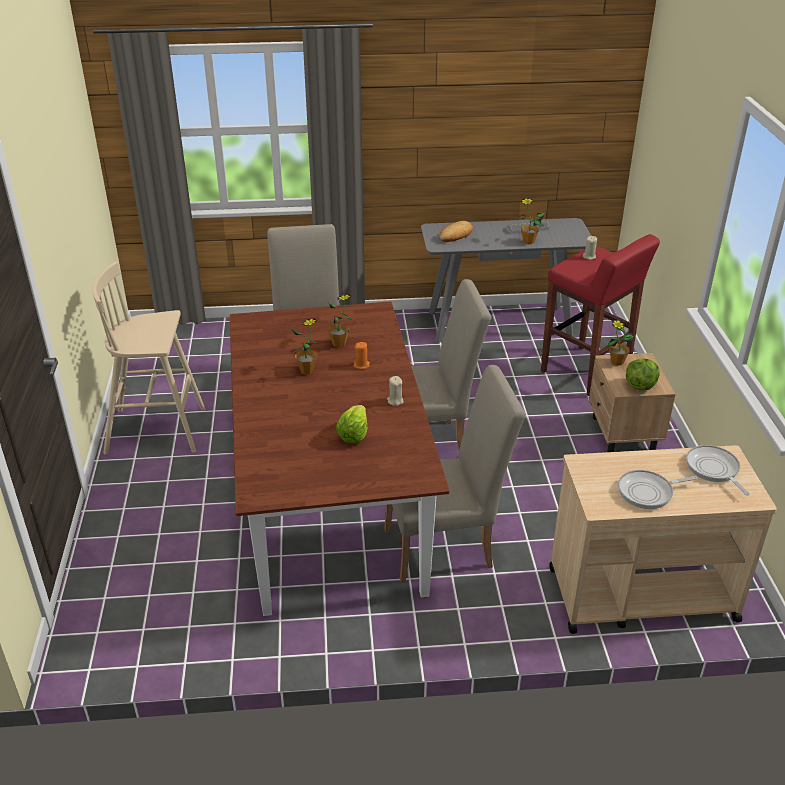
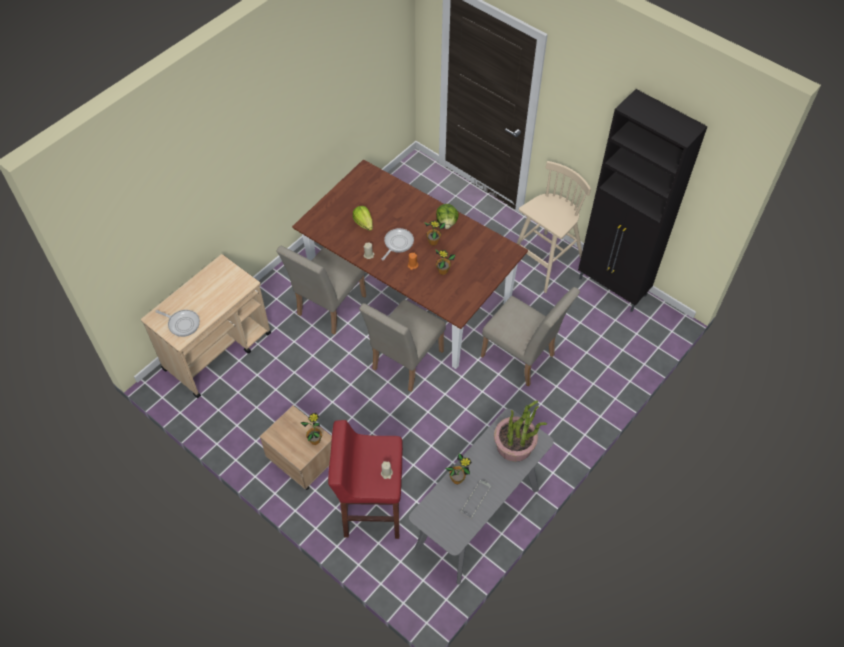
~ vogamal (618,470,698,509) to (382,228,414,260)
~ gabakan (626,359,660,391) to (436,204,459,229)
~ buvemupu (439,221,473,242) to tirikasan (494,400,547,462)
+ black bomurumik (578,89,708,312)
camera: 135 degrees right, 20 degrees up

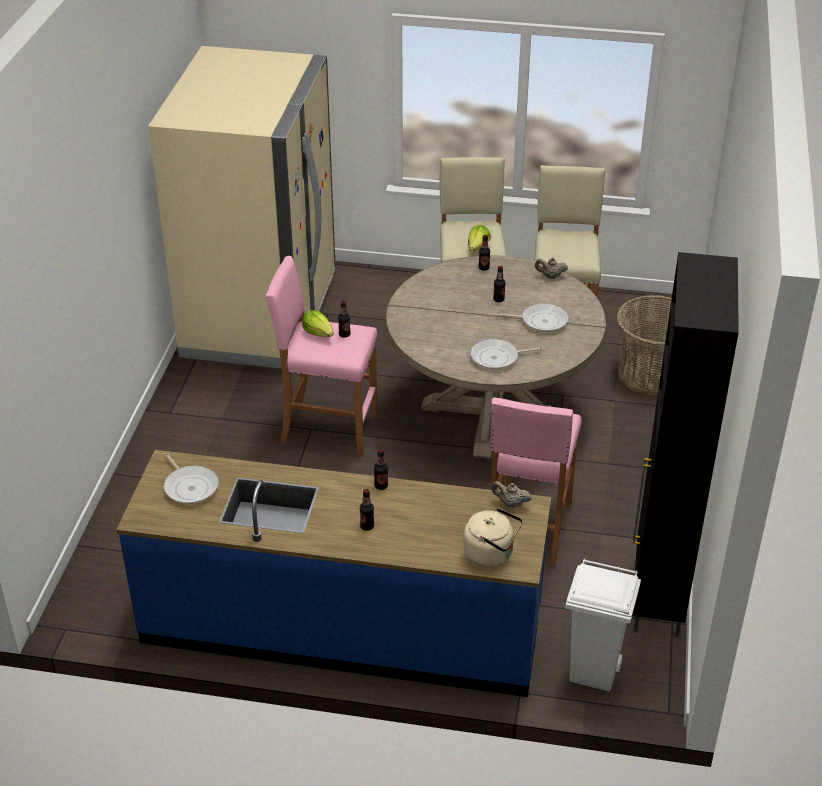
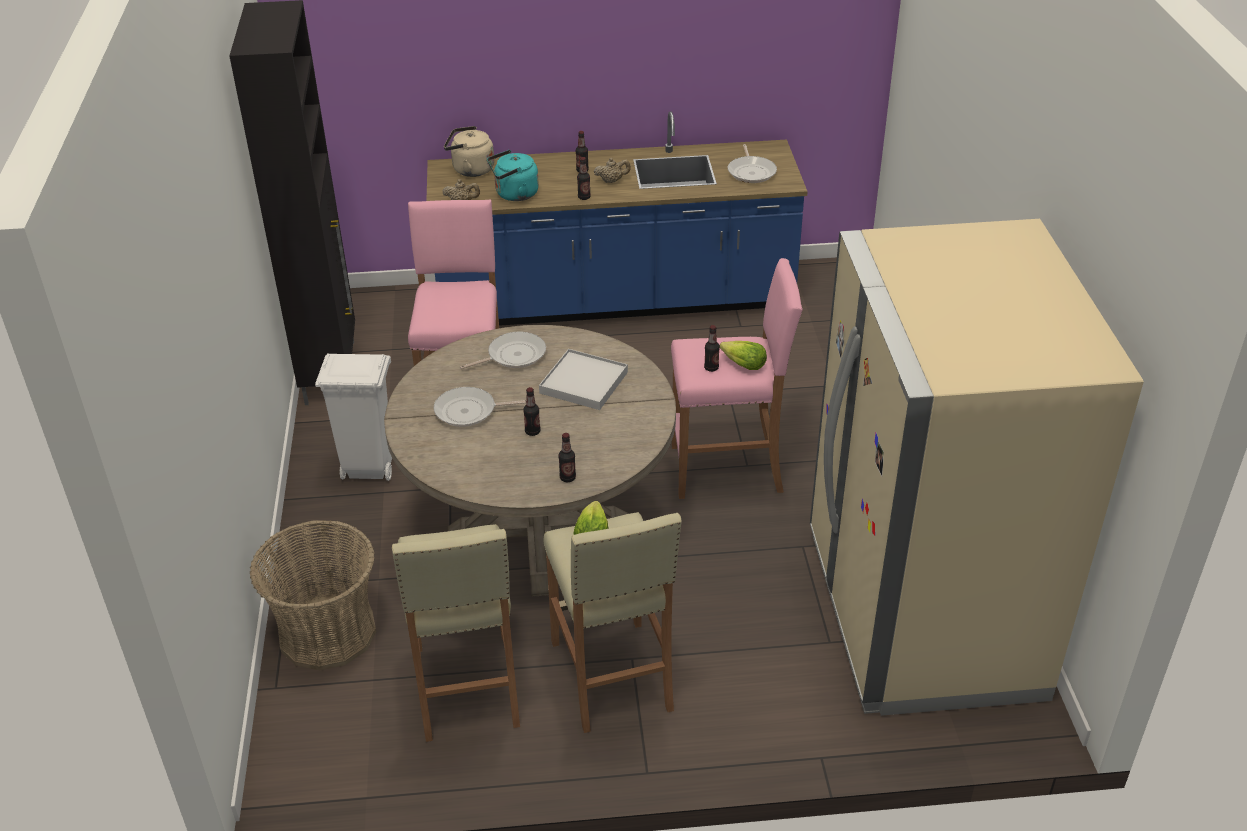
~ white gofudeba (566,559,641,692) to (315,353,392,481)
+ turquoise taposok (487,150,539,201)
+ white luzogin (539,349,628,410)
~ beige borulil (535,257,568,279) to (594,158,631,183)
~ vogamal (164,453,218,504) = (728,144,777,183) 135 degrees counterclockwise
camera: 165 degrees right, 0 degrees up

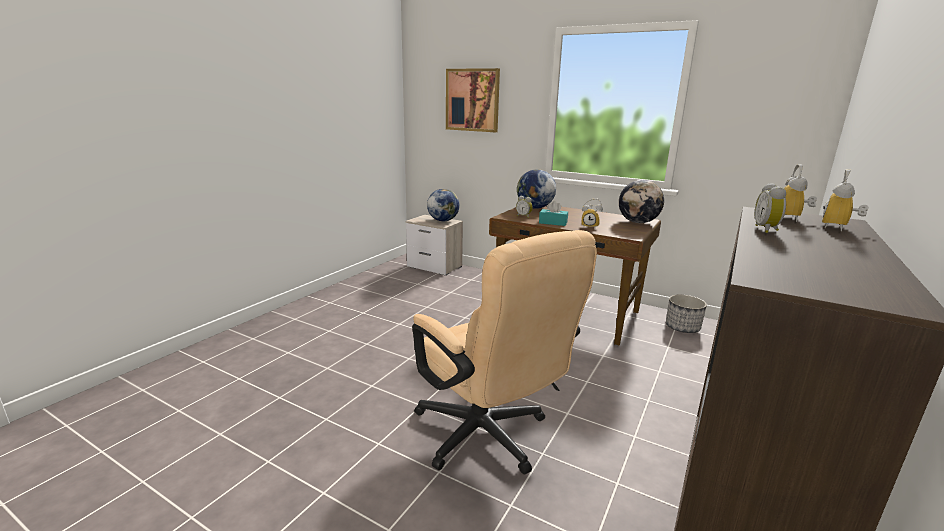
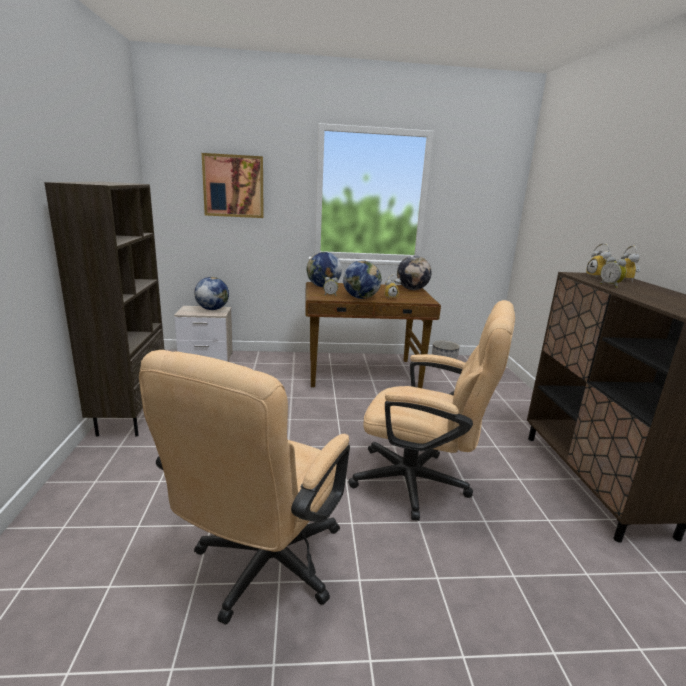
+ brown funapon (44,182,164,437)
+ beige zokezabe (139,350,350,625)
~ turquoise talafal (539,201,568,226) to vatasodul (343,260,382,299)
camera: 35 degrees left, 0 degrees up

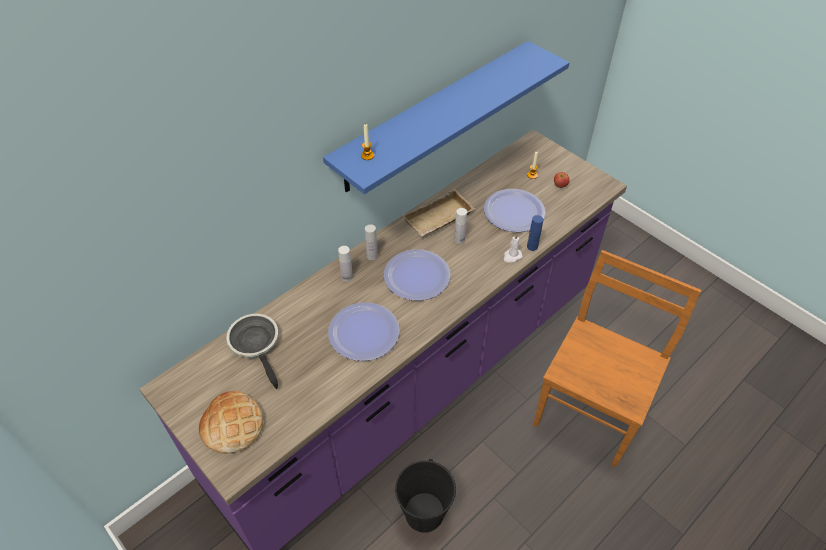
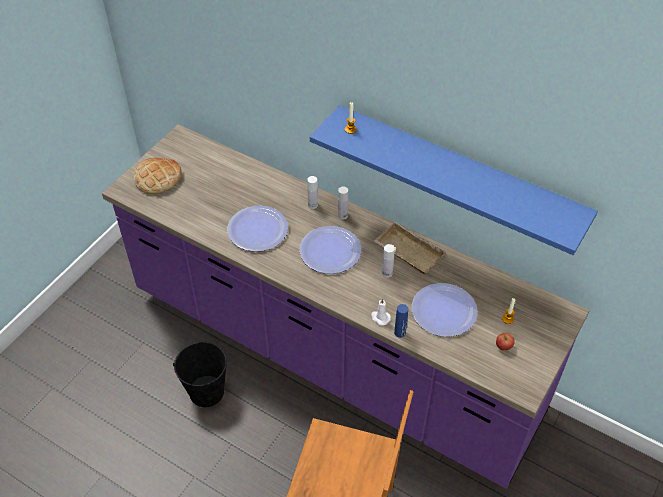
- vogamal (226,314,279,389)
camera: 75 degrees right, 0 degrees up

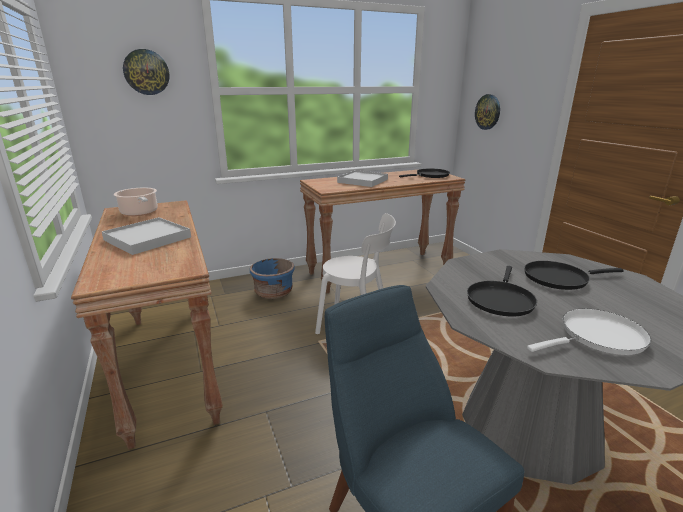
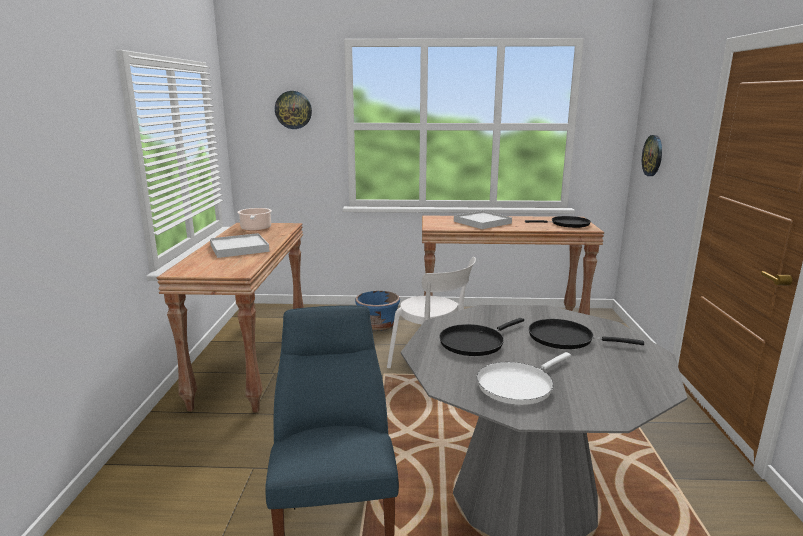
~ white vogamal (527,309,651,355) = (477,352,571,405) 135 degrees clockwise
camera: 25 degrees right, 5 degrees down

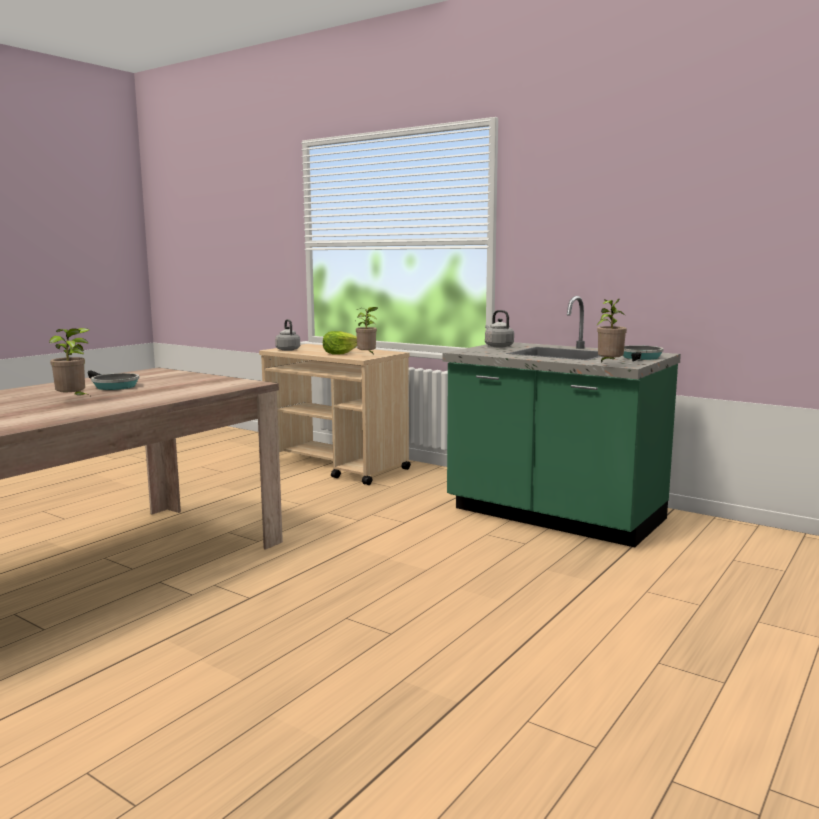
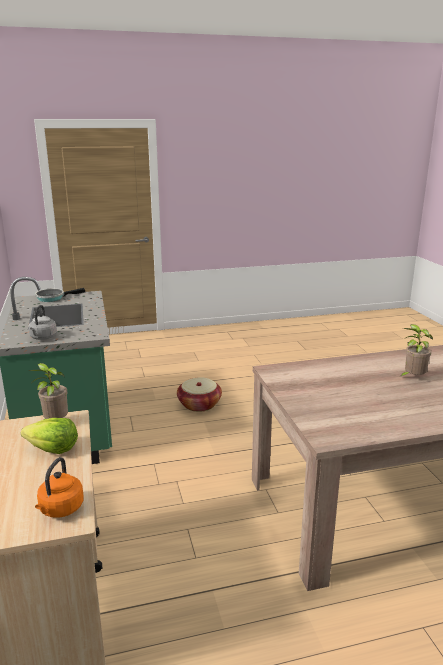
~ grey taposok (275,319,300,351) to orange taposok (35,457,84,518)
+ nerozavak (177,377,222,412)
- vogamal (88,370,139,390)
- tirikasan (596,299,627,362)
camera: 140 degrees left, 10 degrees up

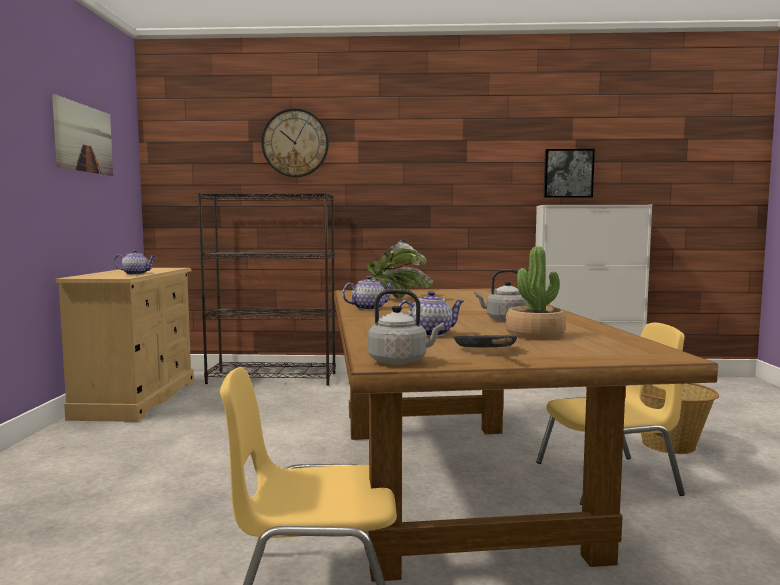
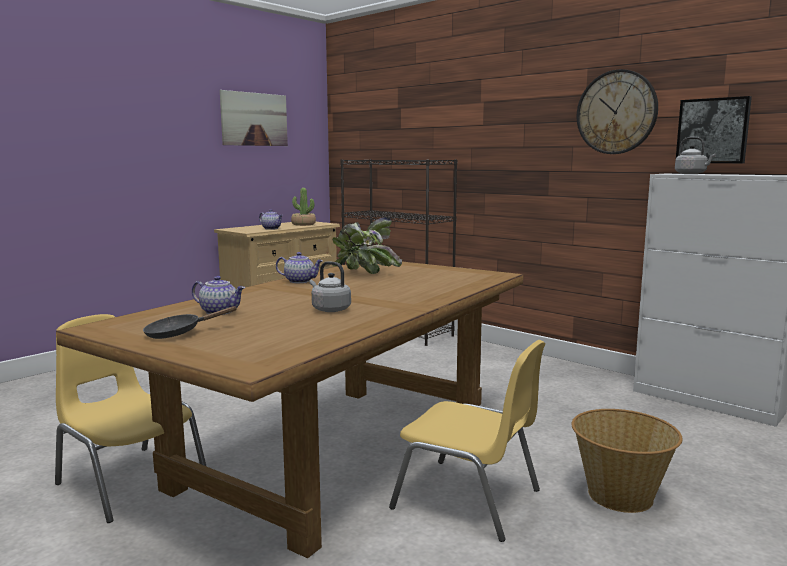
~ black vogamal (454,335,517,347) = (143,306,237,339) 150 degrees counterclockwise
~ tirikasan (505,246,566,339) to (291,188,316,226)
~ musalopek (261,108,329,177) to (577,69,658,154)
~ grey taposok (368,289,444,365) to (675,137,716,174)
camera: 40 degrees right, 5 degrees up

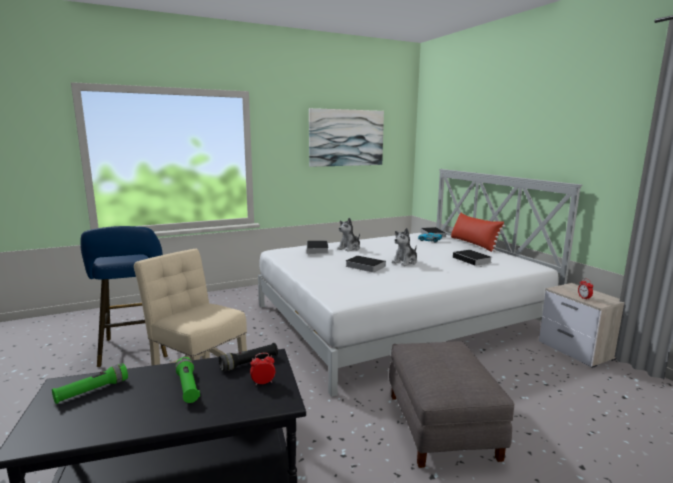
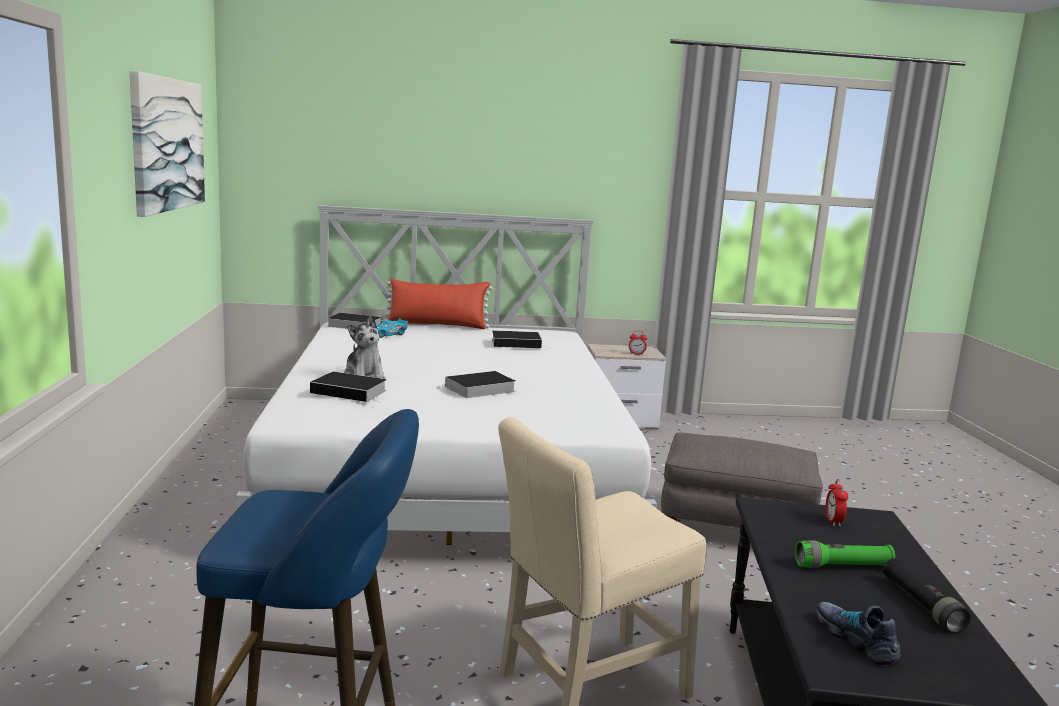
~ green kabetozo (52,363,128,404) to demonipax (816,602,901,665)
~ black kabetozo (219,343,278,372) to (882,558,971,633)
- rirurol (392,228,417,266)
camera: 70 degrees left, 0 degrees up

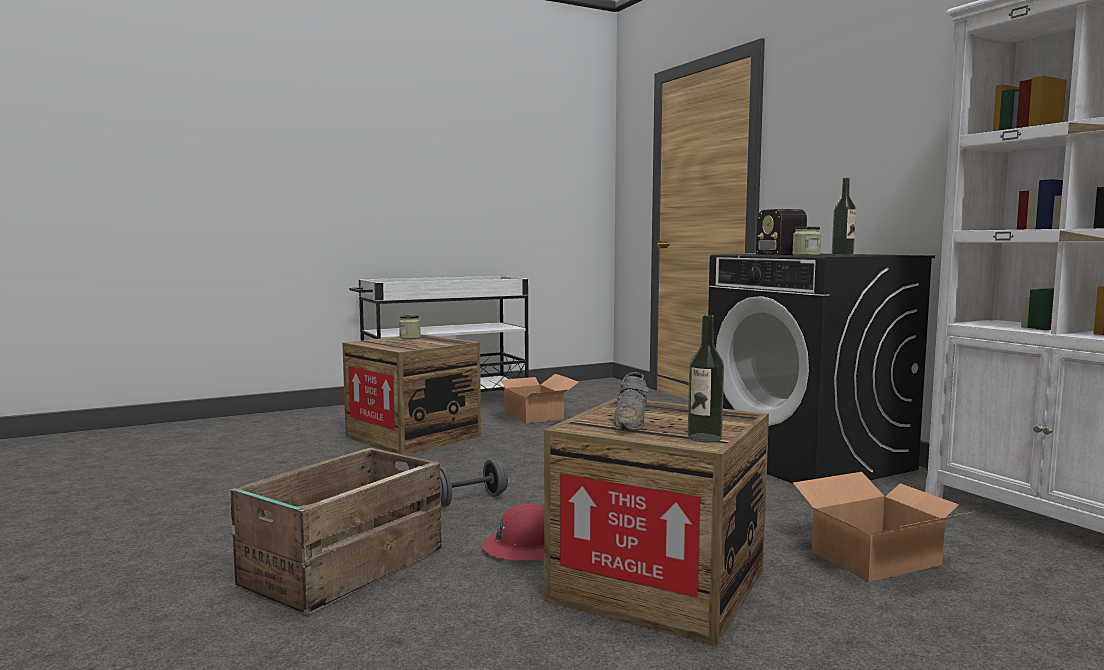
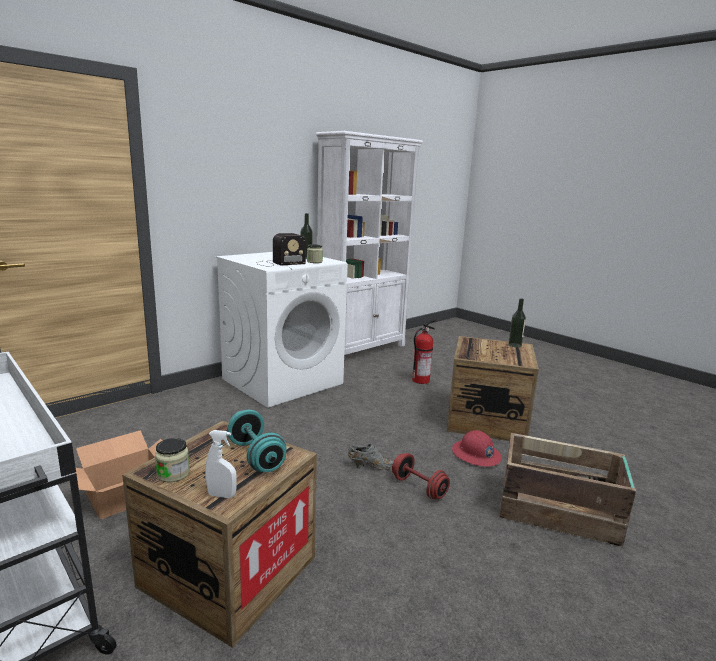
+ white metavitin (205,430,237,498)
~ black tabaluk (708,254,935,484) to white tabaluk (216,252,347,408)
+ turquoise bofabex (227,410,287,472)
~ grey demonipax (613,372,649,431) to (348,444,394,470)
~ grey bofabex (440,459,508,507) to red bofabex (392,453,450,499)
~ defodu (793,472,976,582) to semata (412,319,436,384)
camera: 105 degrees left, 10 degrees up

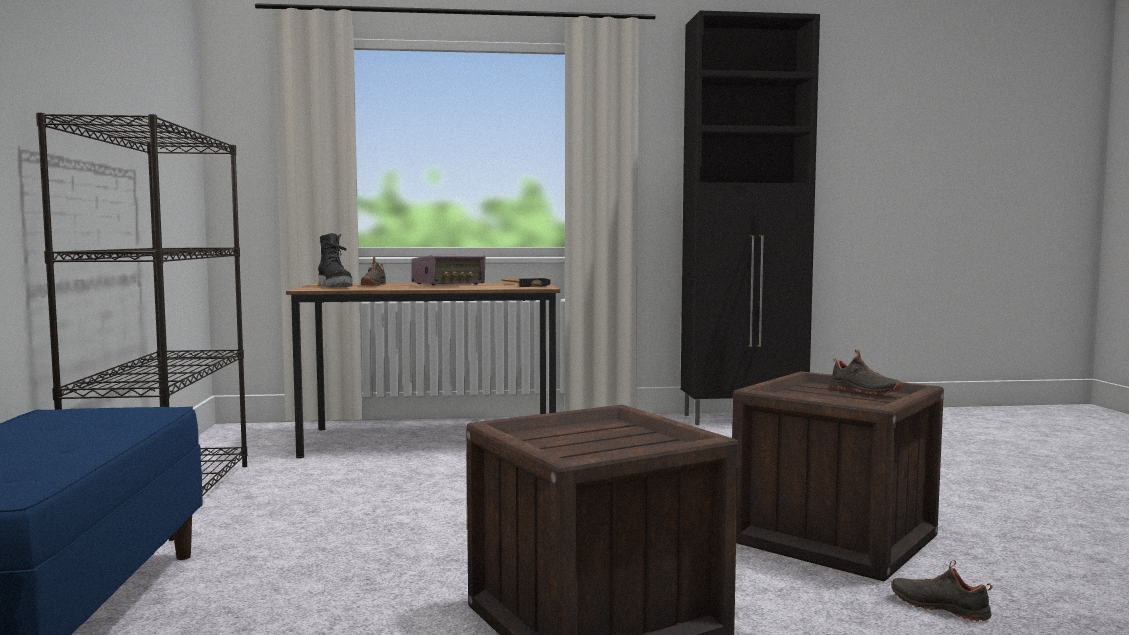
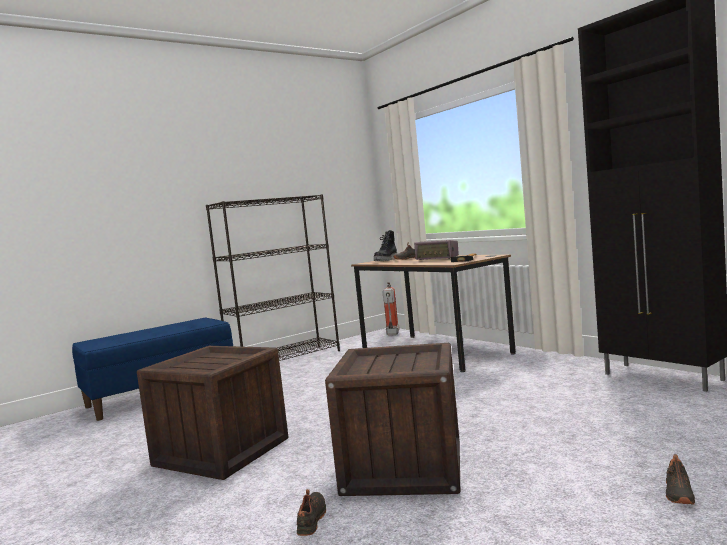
+ semata (383,282,400,336)
~ black demonipax (830,349,902,394) to (666,454,695,504)
camera: 60 degrees right, 0 degrees up

